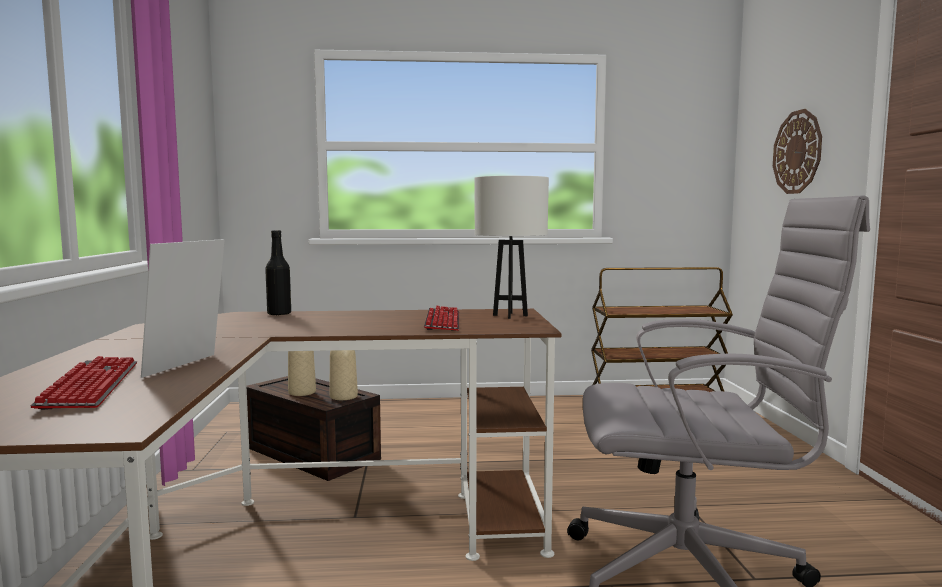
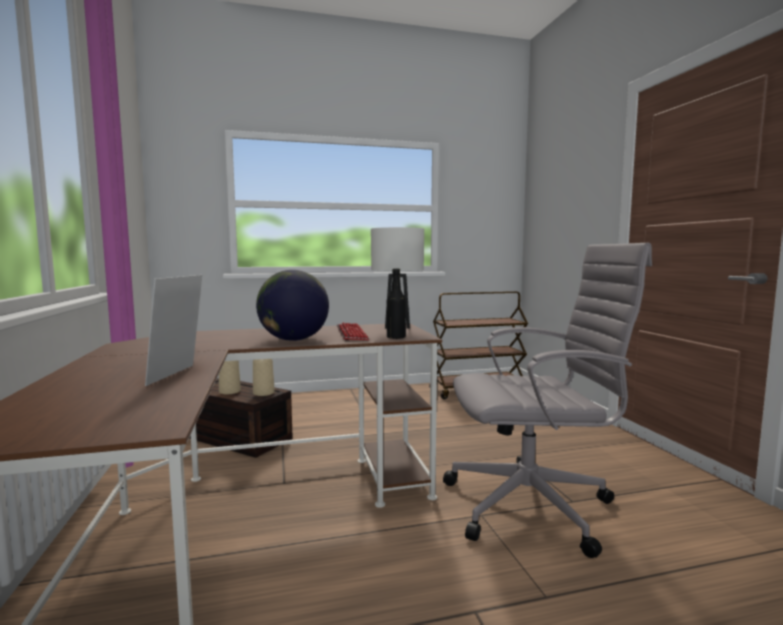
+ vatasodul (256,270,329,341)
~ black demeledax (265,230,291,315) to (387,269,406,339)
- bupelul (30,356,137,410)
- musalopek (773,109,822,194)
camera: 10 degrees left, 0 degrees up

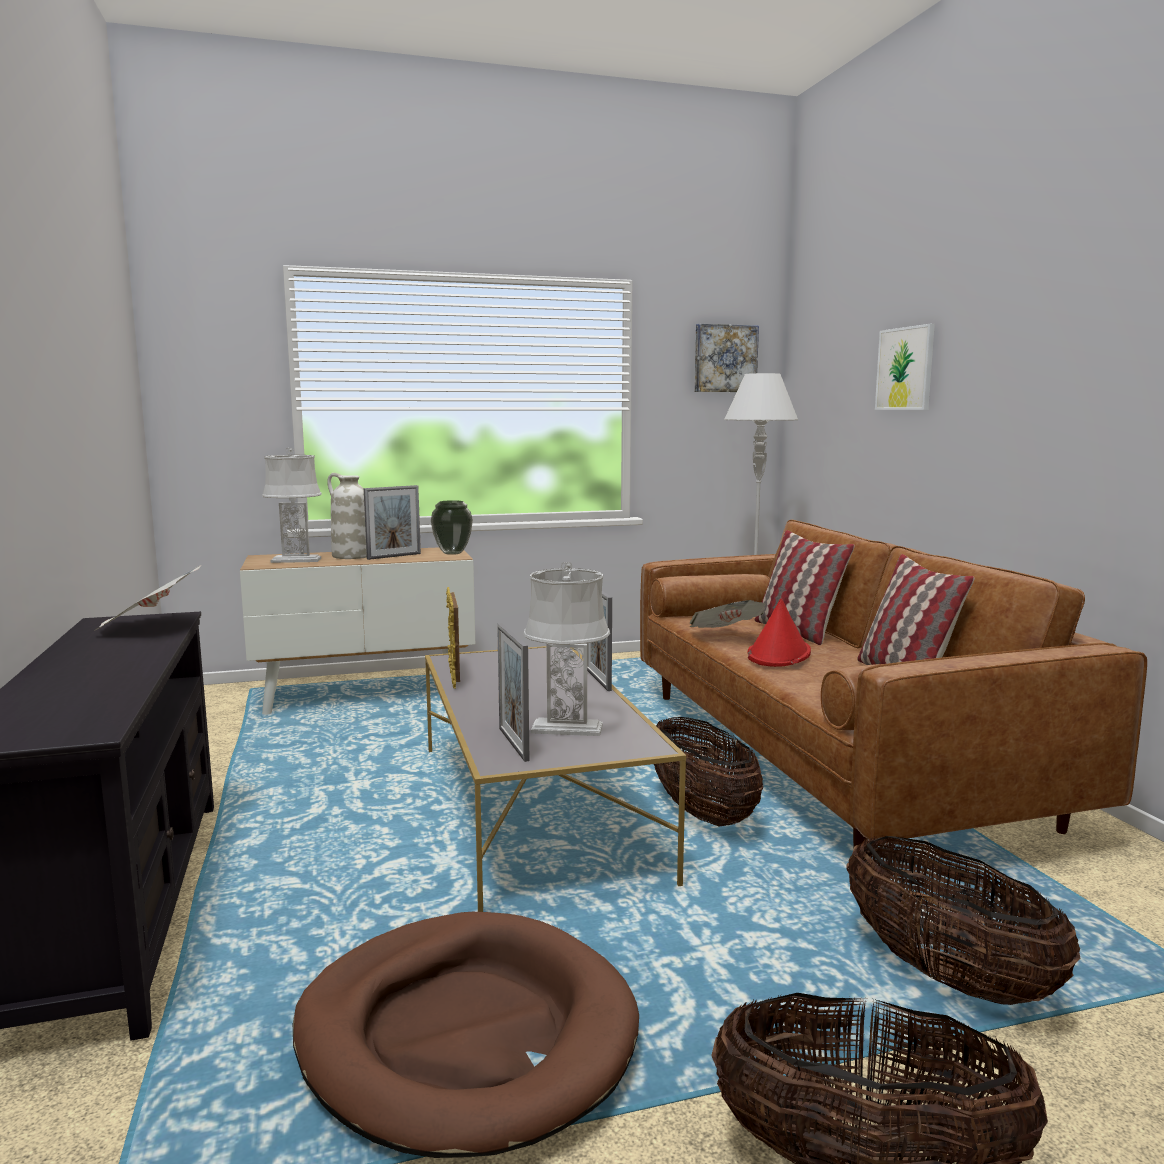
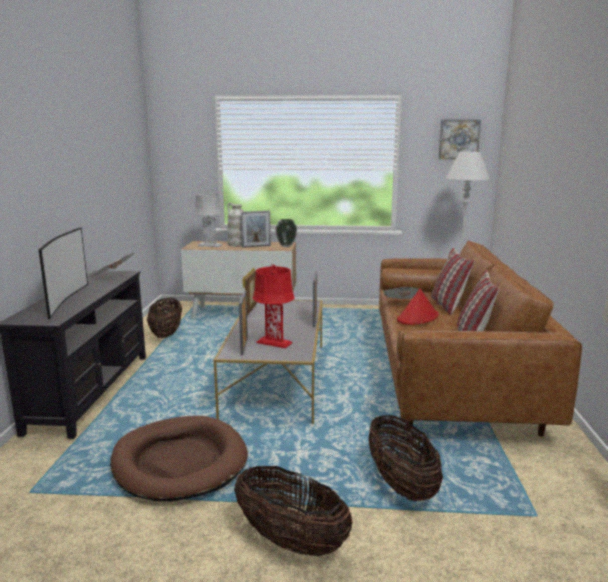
+ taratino (38,227,88,319)
~ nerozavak (654,717,763,827) to (147,298,182,338)
~ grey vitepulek (523,562,610,736) to red vitepulek (253,265,295,348)
- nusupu (875,324,935,410)
camera: 20 degrees right, 5 degrees up

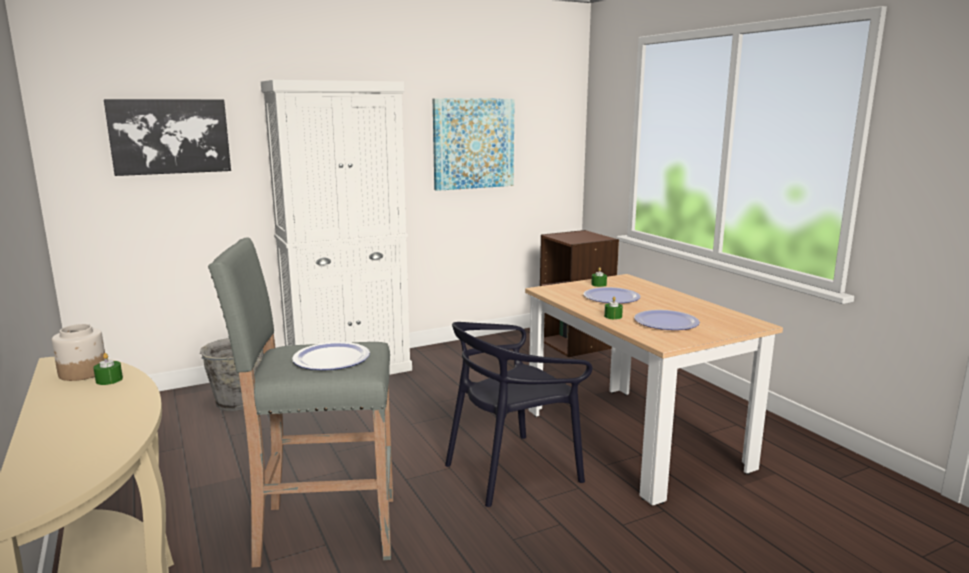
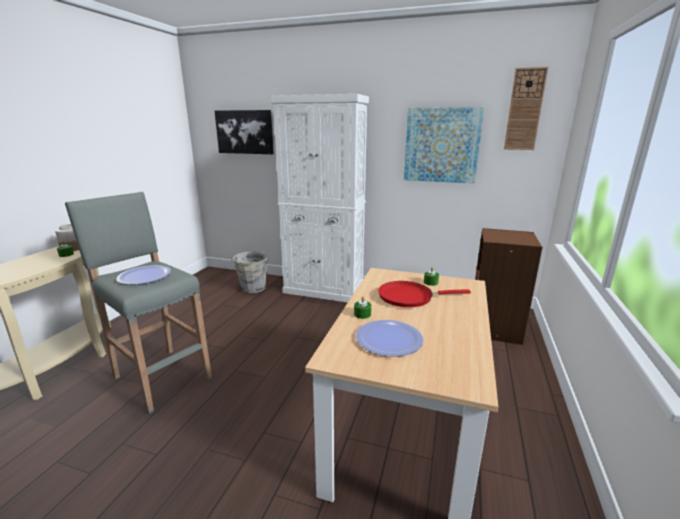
~ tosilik (583,287,641,303) to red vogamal (378,281,471,307)
+ musalopek (504,67,548,150)
- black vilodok (445,322,592,507)
camera: 45 degrees right, 5 degrees up

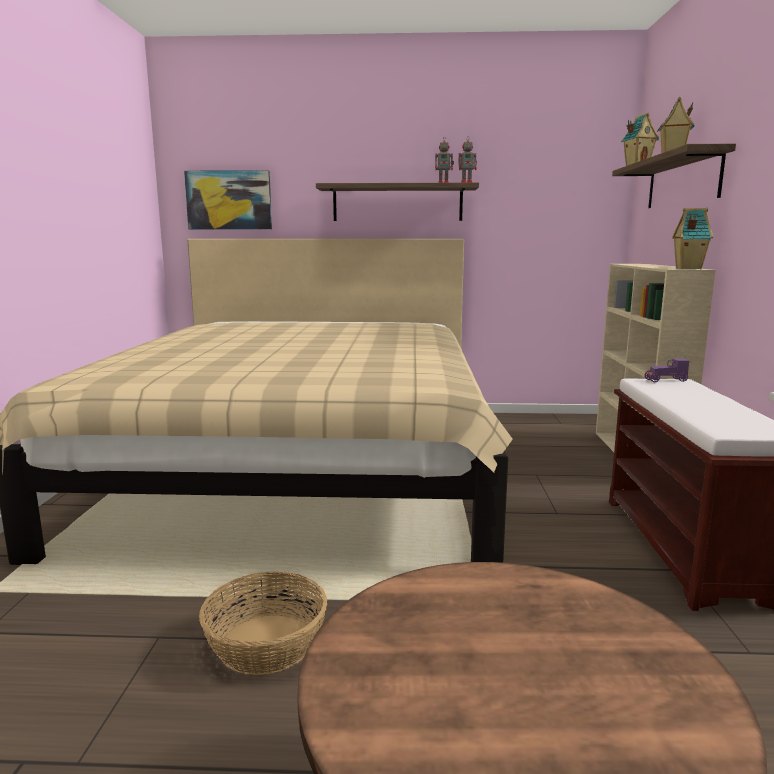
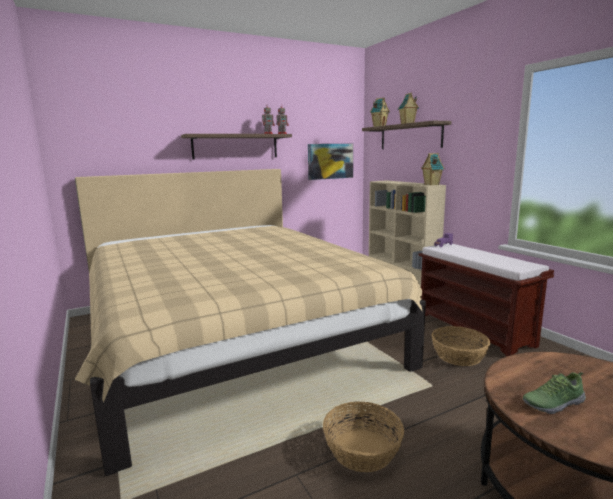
~ nusupu (184,170,272,230) to (308,144,353,180)
+ nerozavak (431,326,490,366)
+ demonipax (523,372,586,414)
camera: 30 degrees left, 0 degrees up

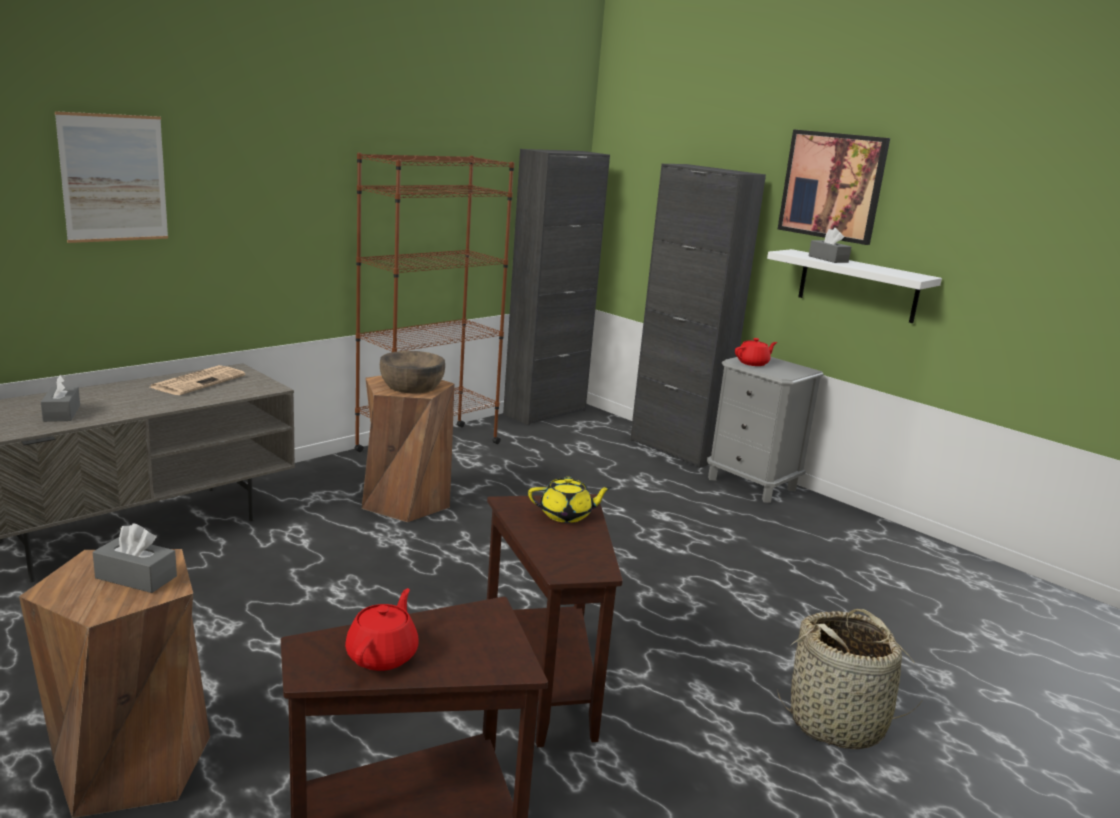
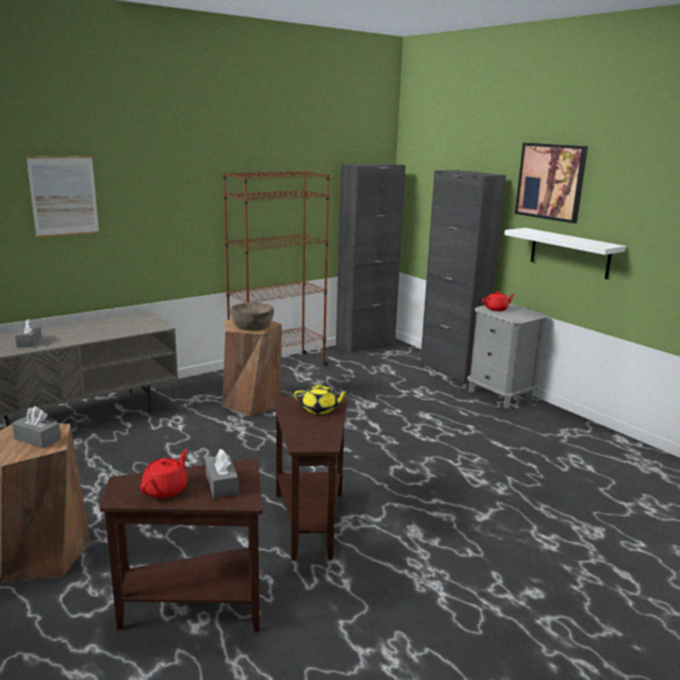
~ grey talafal (809,228,851,263) to (205,449,239,499)
- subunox (150,365,245,395)
- nerozavak (777,609,925,749)
camera: 10 degrees right, 0 degrees up

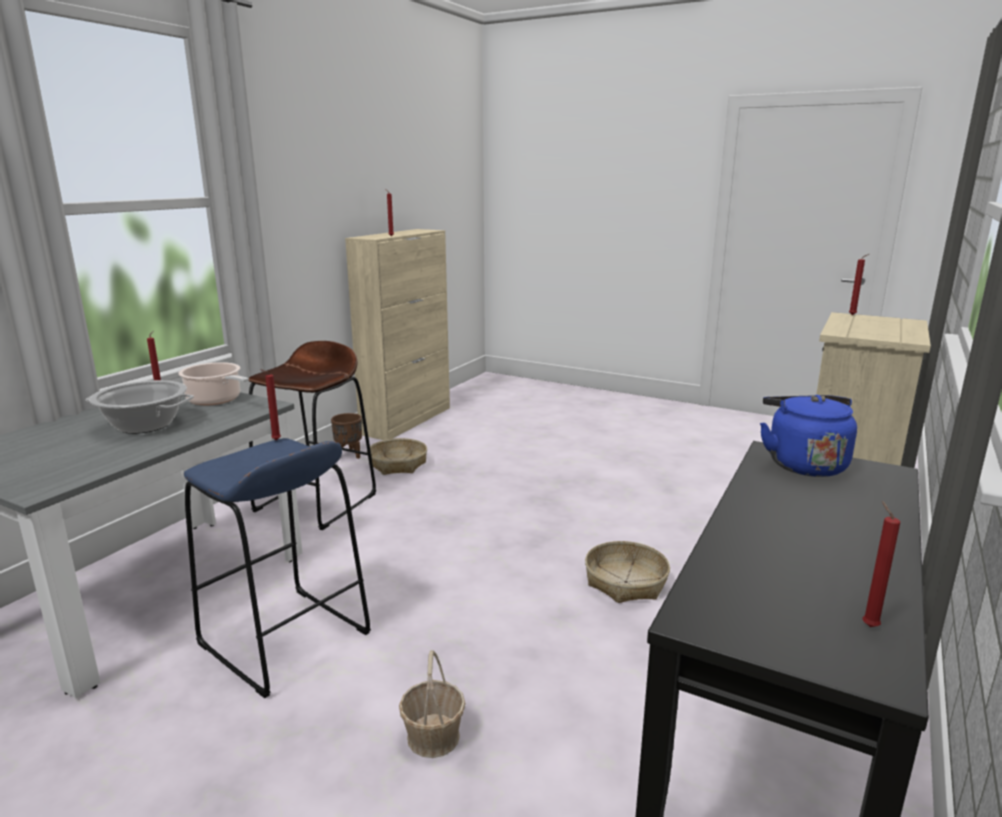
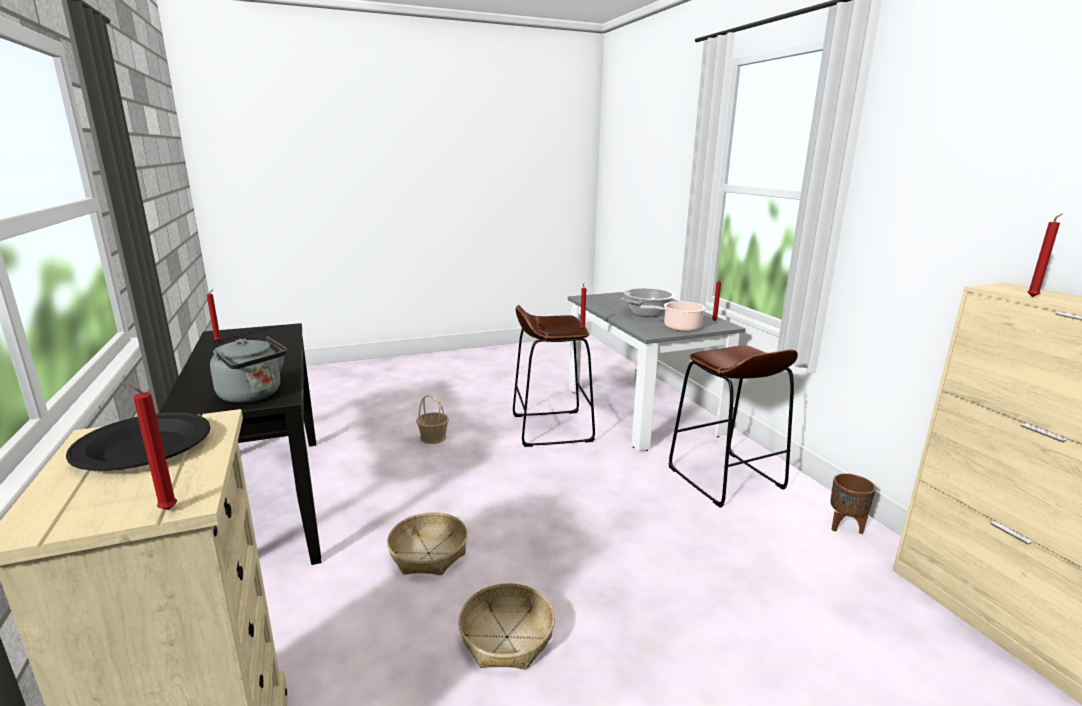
+ black tosilik (66,412,210,471)
~ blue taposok (760,395,857,477) to grey taposok (210,336,287,403)
~ nerozavak (367,438,427,475) to (458,583,555,670)
~ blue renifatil (184,438,371,698) to brown renifatil (513,305,595,447)
camera: 130 degrees right, 0 degrees up

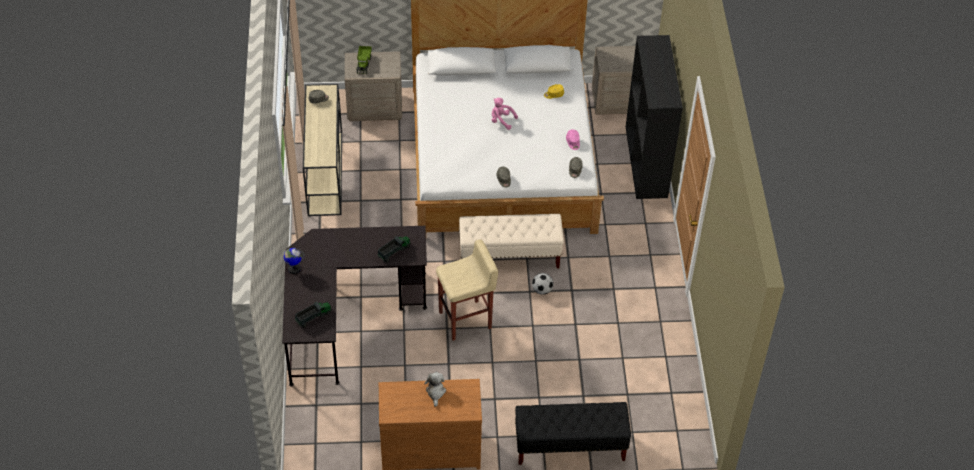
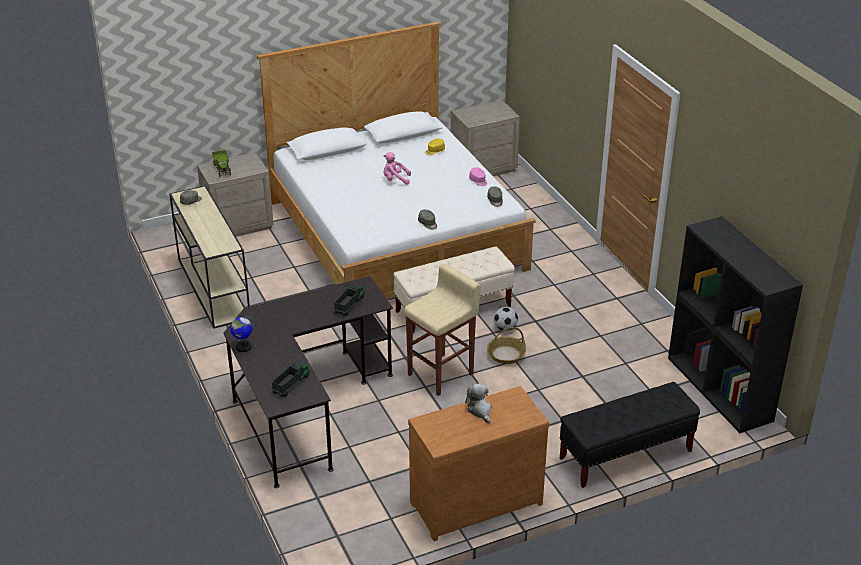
+ nerozavak (487,327,526,364)
~ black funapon (626,35,683,199) to (668,216,803,433)
camera: 20 degrees left, 15 degrees down

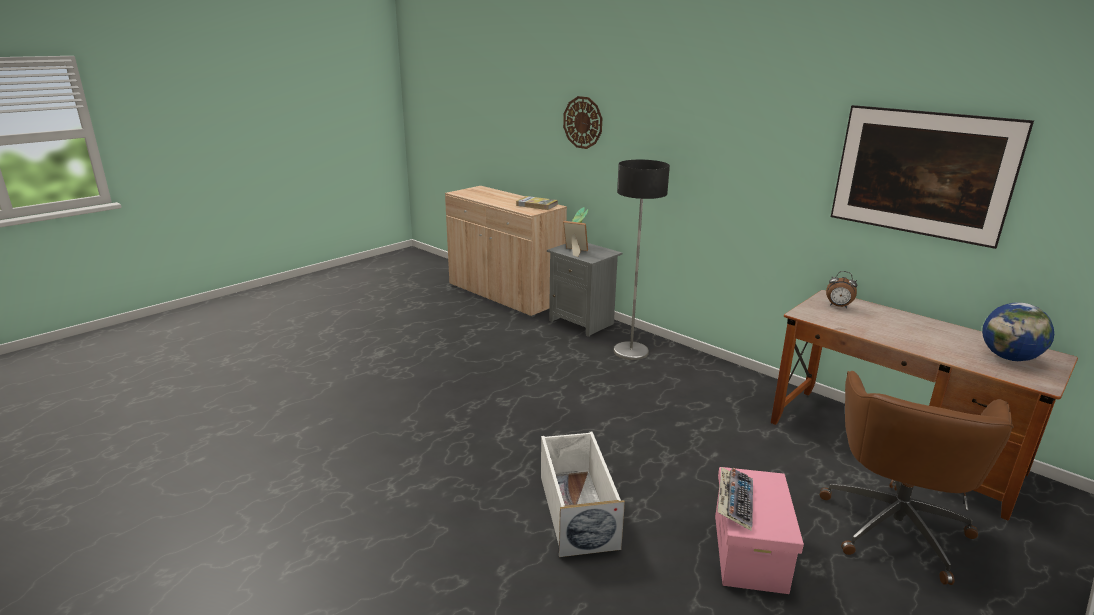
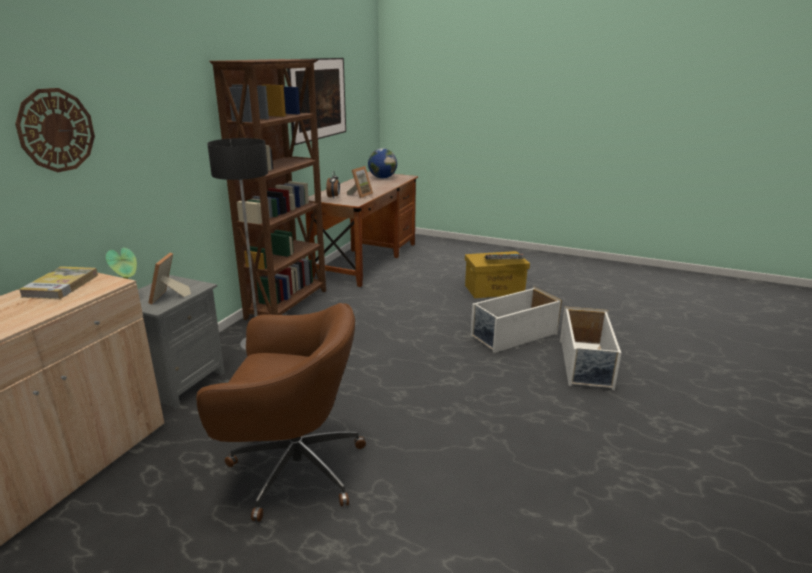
~ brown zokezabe (820,371,1014,585) to (196,303,366,522)
+ brown funapon (209,59,326,320)
+ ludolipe (347,166,373,198)
~ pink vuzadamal (715,467,804,594) to yellow vuzadamal (465,251,530,298)
+ white vuzadamal (560,307,621,390)
camera: 110 degrees left, 0 degrees up

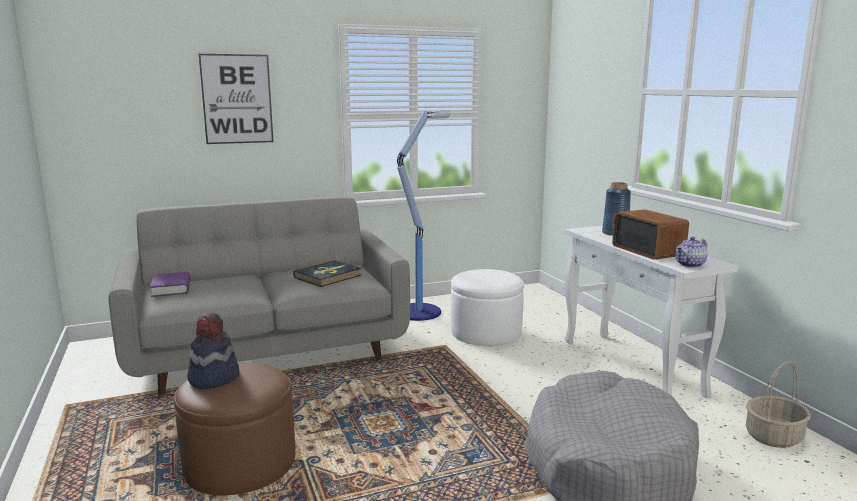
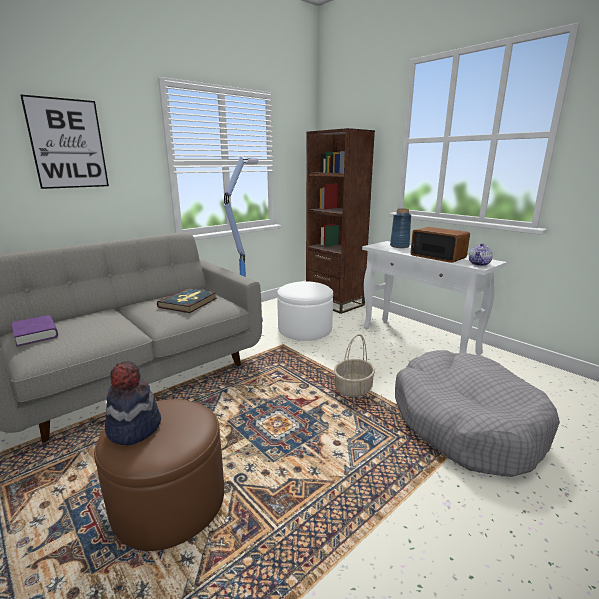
+ brown funapon (306,128,375,314)
~ nerozavak (746,361,811,448) to (334,334,375,397)
camera: 20 degrees left, 5 degrees up

